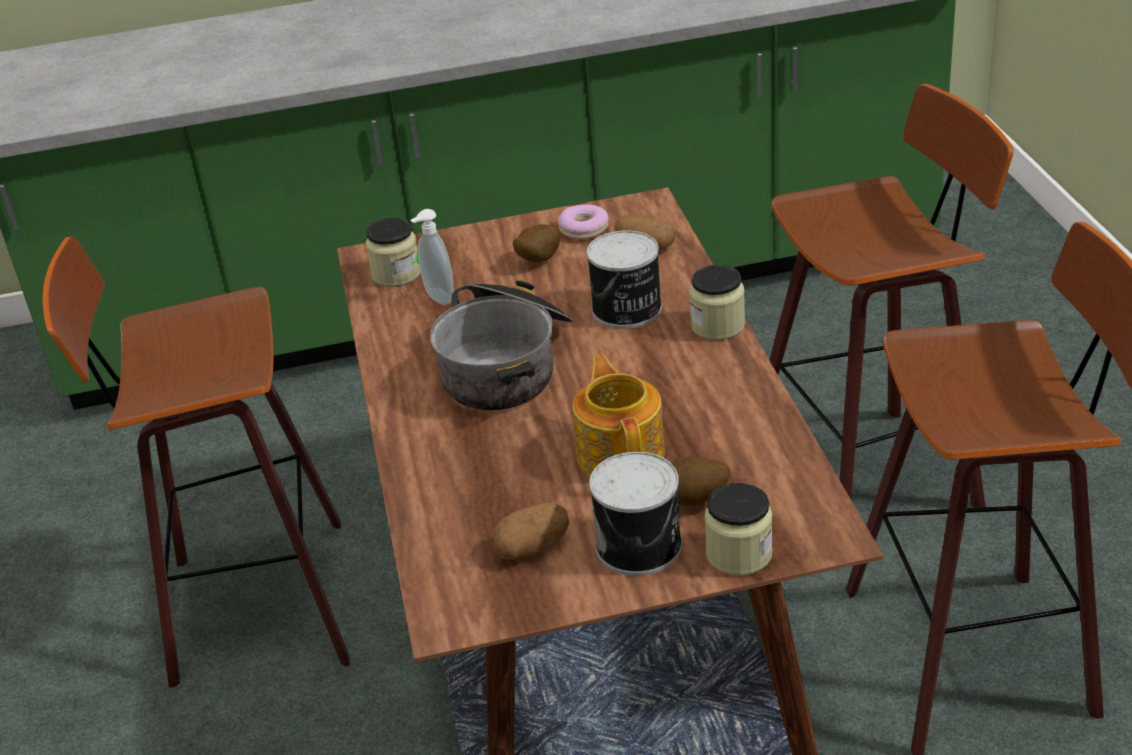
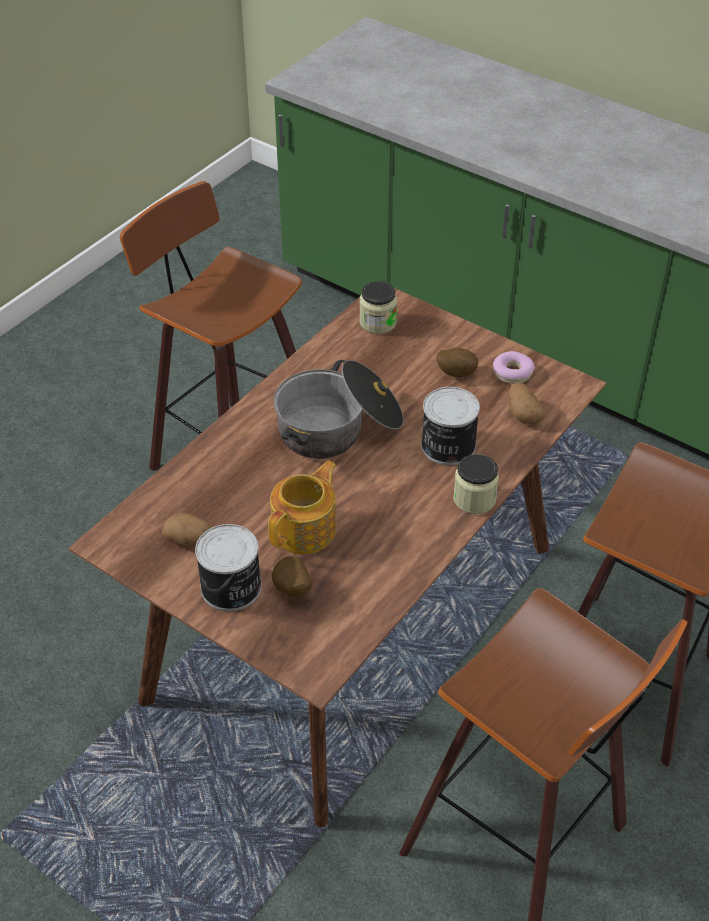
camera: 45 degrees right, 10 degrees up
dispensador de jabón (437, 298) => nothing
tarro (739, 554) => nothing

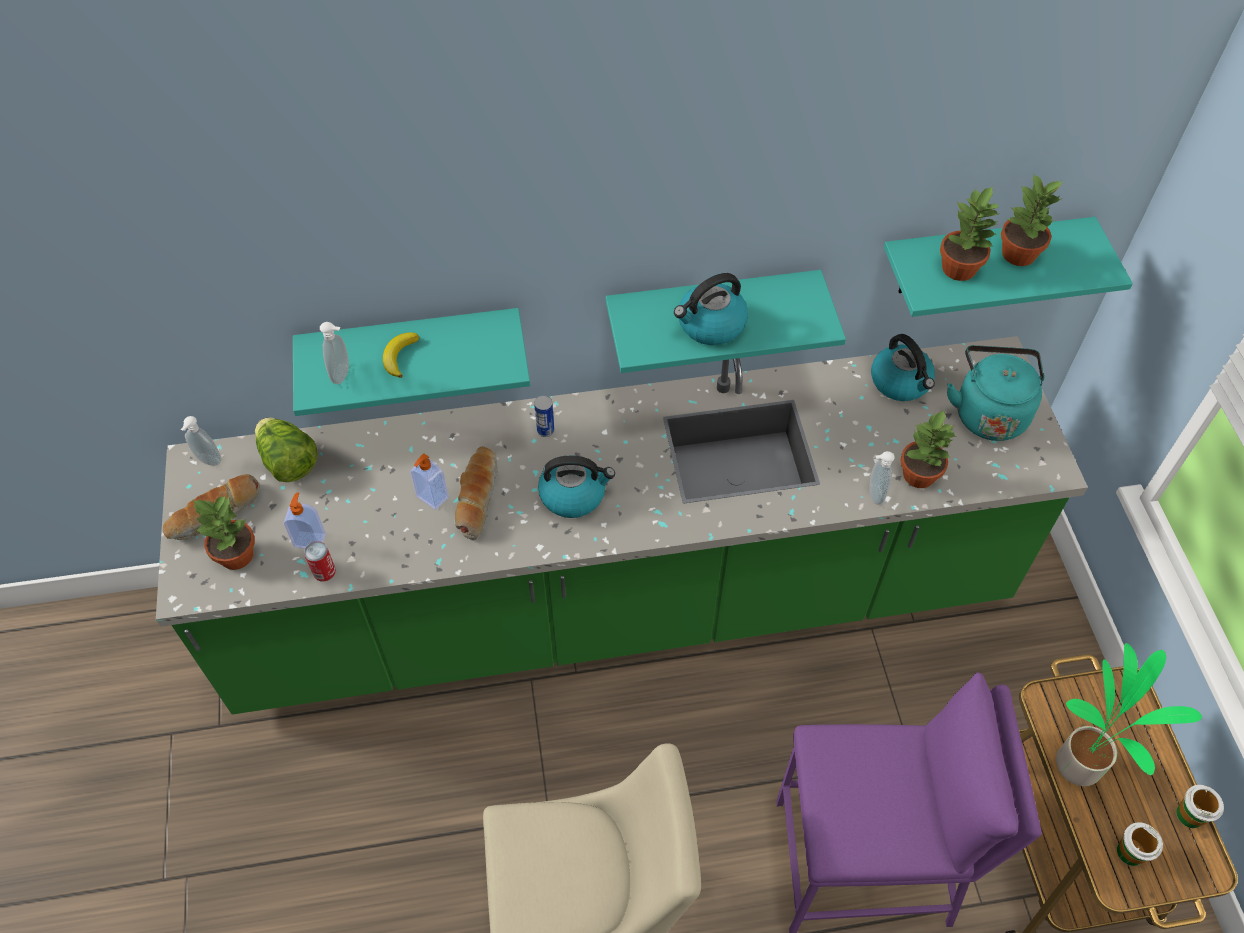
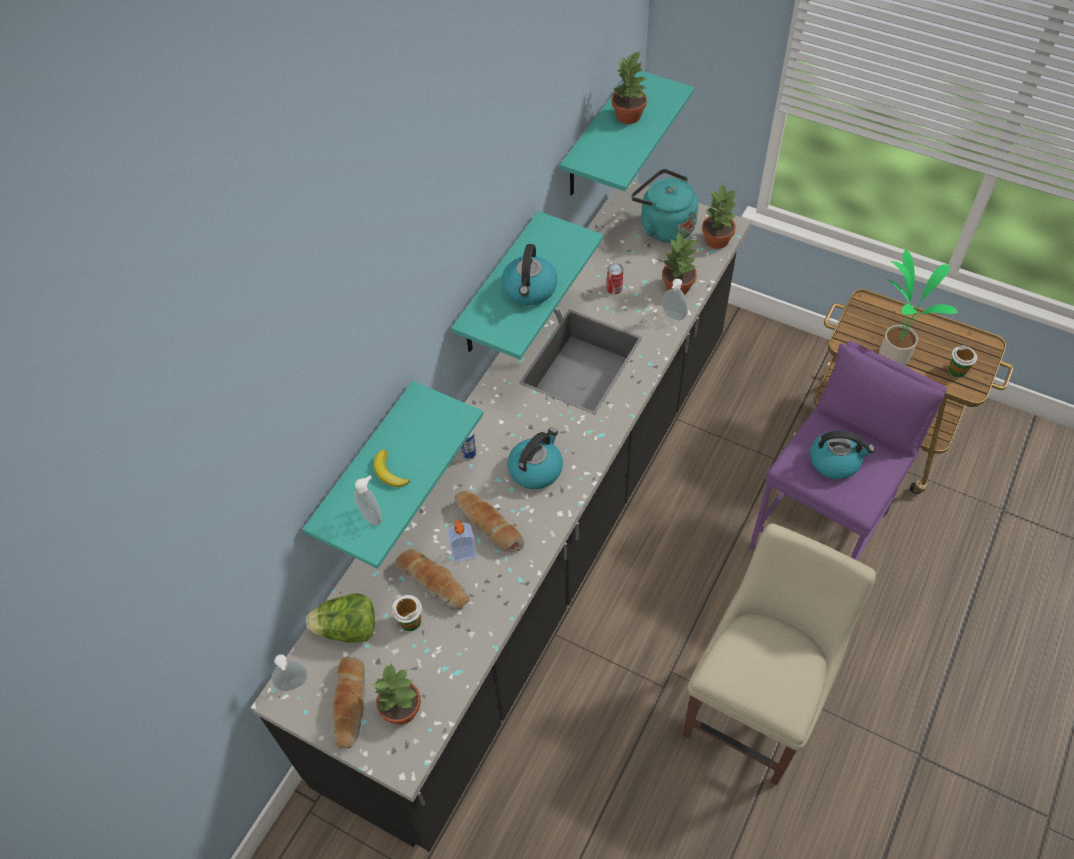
camera: 50 degrees left, 0 degrees up
planta en maceta (960, 268) => planta en maceta (717, 240), moved
hervidor (901, 382) => hervidor (835, 461), moved
mueble bajo de cocina [verde] (622, 601) => mueble bajo de cocina [negro] (542, 541)
dispensador de jabón (310, 539) => nothing
lata (324, 571) => lata (614, 288), moved
taza (1190, 815) => taza (410, 621), moved
nothing => pan (434, 583)

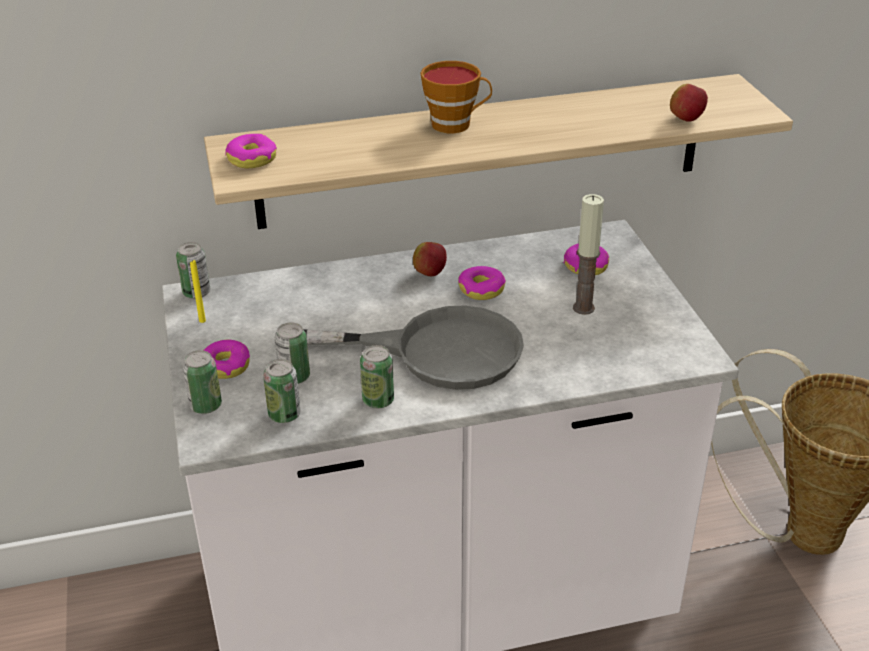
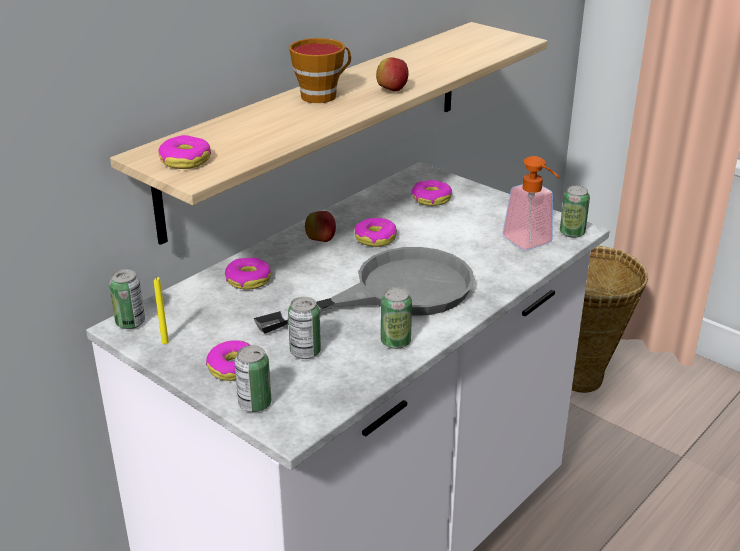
camera: 35 degrees left, 5 degrees down
manzana (686, 119) => manzana (392, 90), moved
vela (583, 308) => nothing
lata (284, 415) => lata (572, 233), moved
nothing => dispensador de jabón (532, 244)
nothing => rosquilla (248, 280)

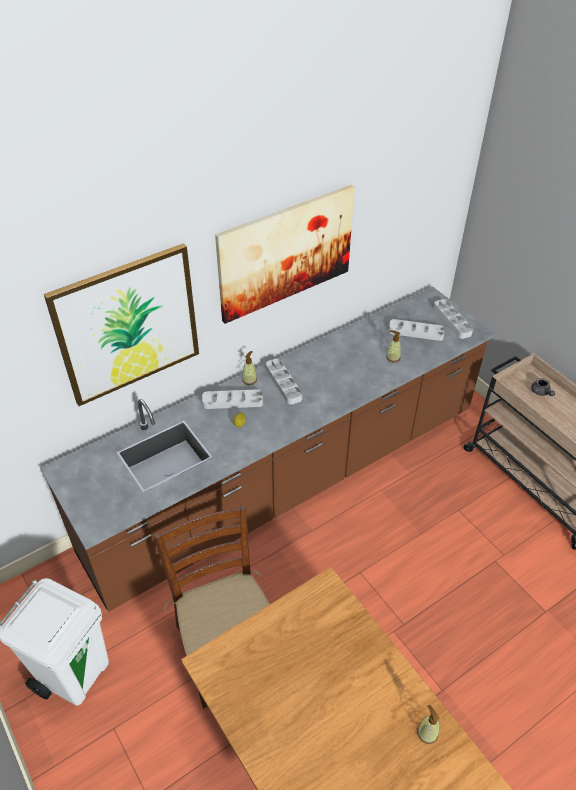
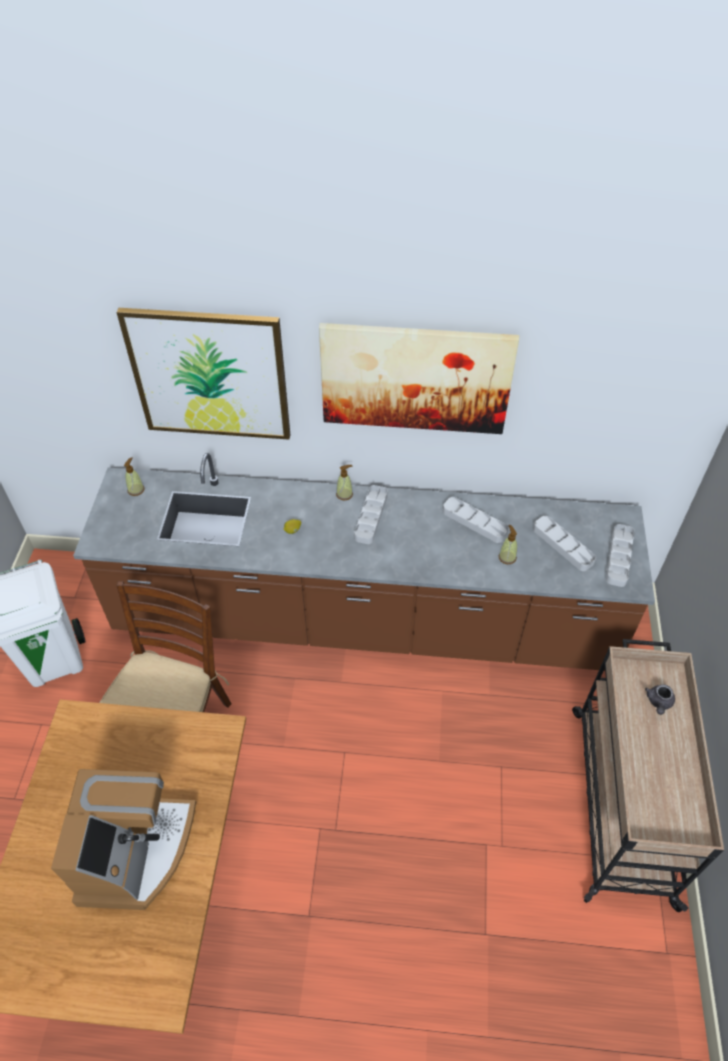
camera: 40 degrees right, 5 degrees up
bandeja [gris] (233, 401) => bandeja [gris] (474, 522), moved
dispensador de jabón (427, 733) => dispensador de jabón (136, 489), moved
nothing => cafetera (135, 851)

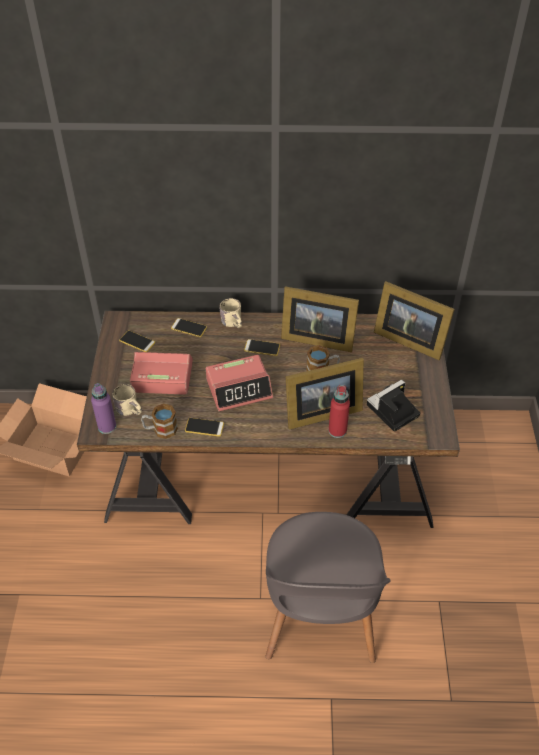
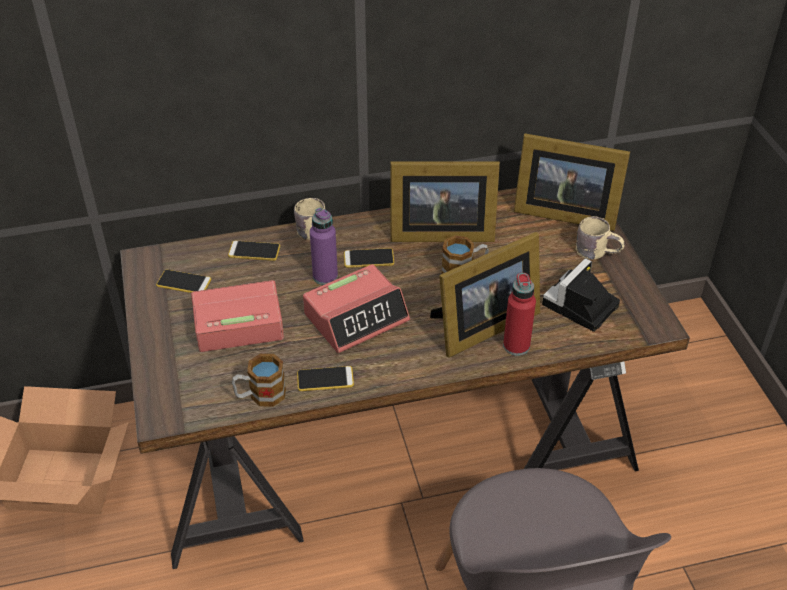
camera: 15 degrees left, 5 degrees down
botella [morado] (107, 426) => botella [morado] (325, 276), moved
taza grande [beis] (131, 409) => taza grande [beis] (597, 251), moved

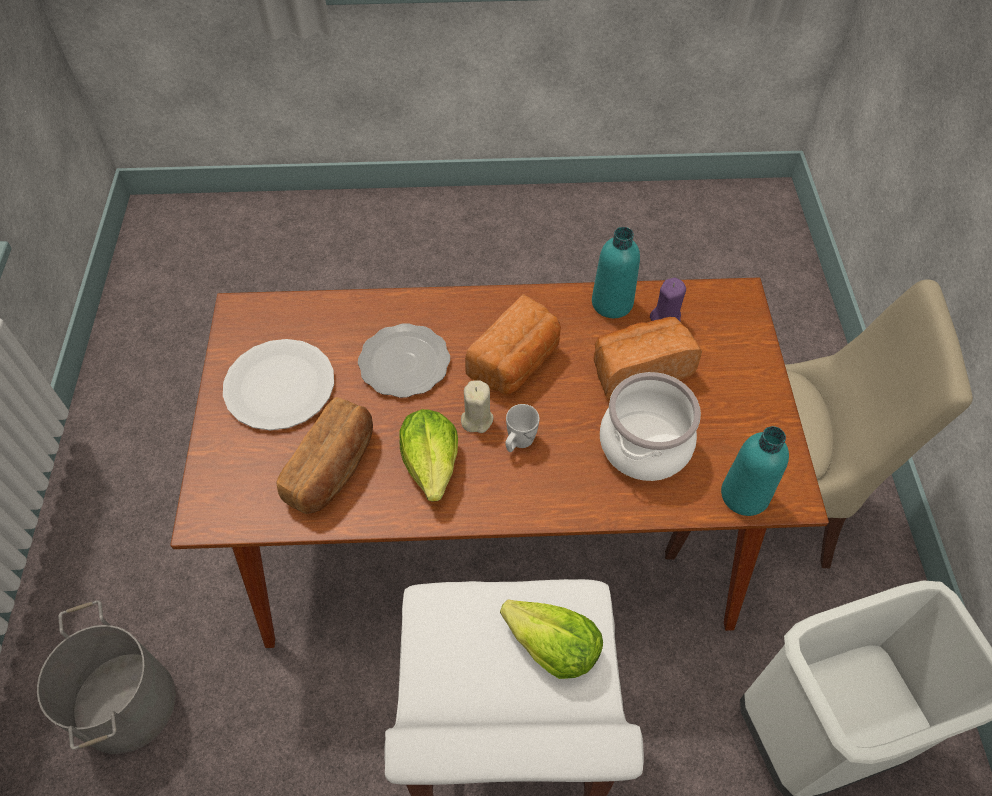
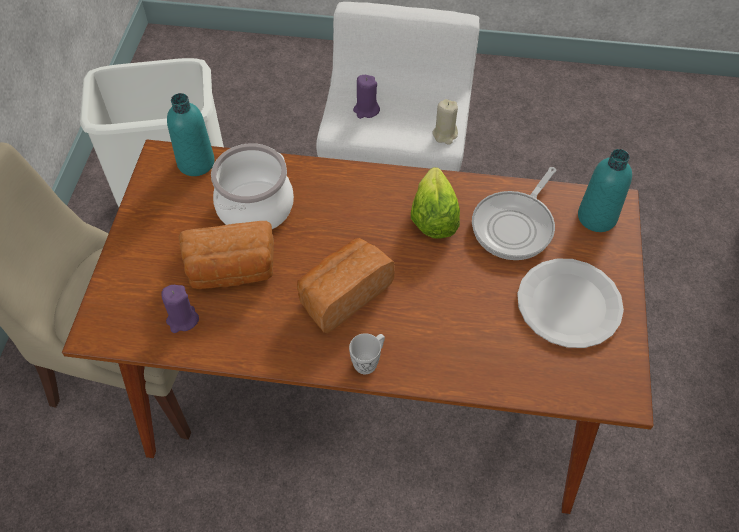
camera: 170 degrees left, 0 degrees up
botella [turquesa] (612, 303) => botella [turquesa] (597, 217), moved
plato (405, 363) => nothing
vela [beis] (476, 419) => vela [beis] (445, 134), moved
pan (333, 468) => sartén (515, 226)
taza grande [blanco] (518, 442) => taza grande [blanco] (369, 361), moved
lechuga (551, 647) => vela [morado] (366, 110)
cubo [gris] (128, 703) => nothing

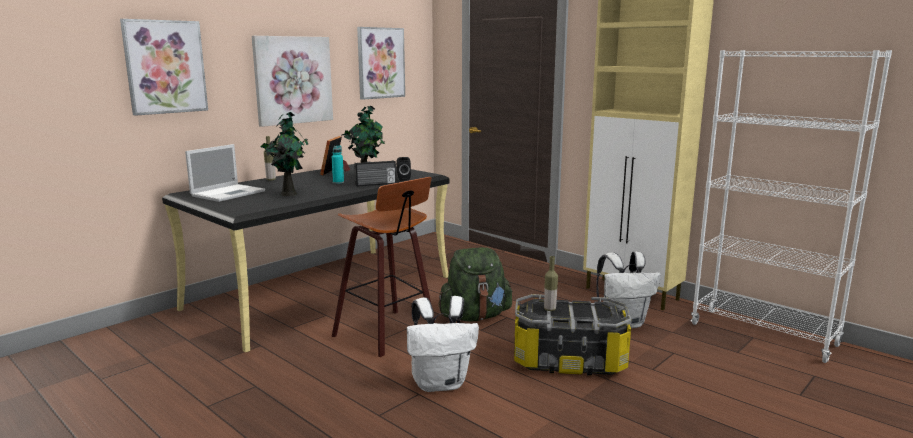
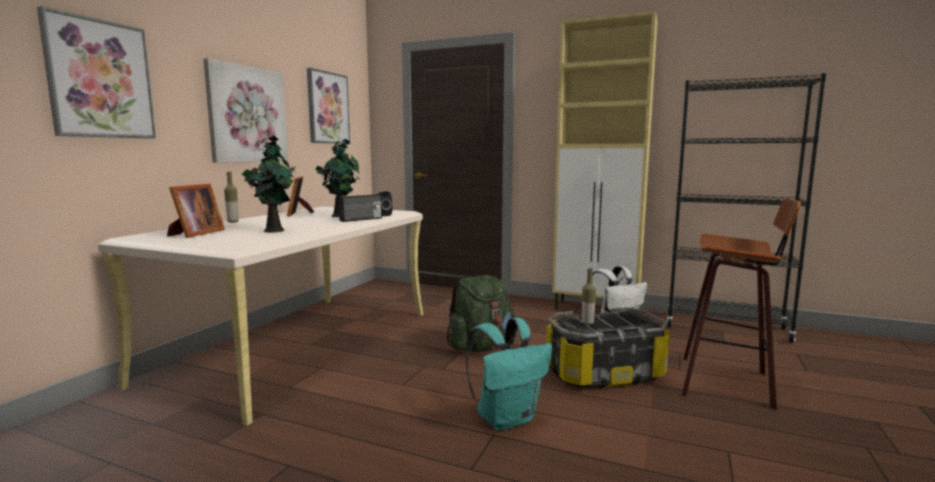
camera: 20 degrees left, 5 degrees down
estantería [blanco] (763, 335) => estantería [negro] (726, 328)
portátil (229, 193) => portarretratos (195, 234)
botella [turquesa] (338, 182) => nothing
escritorio [negro] (322, 292) => escritorio [beis] (300, 345)
taburete (389, 334) => taburete (728, 382), moved
mochila [blanco] (441, 383) => mochila [turquesa] (507, 418)

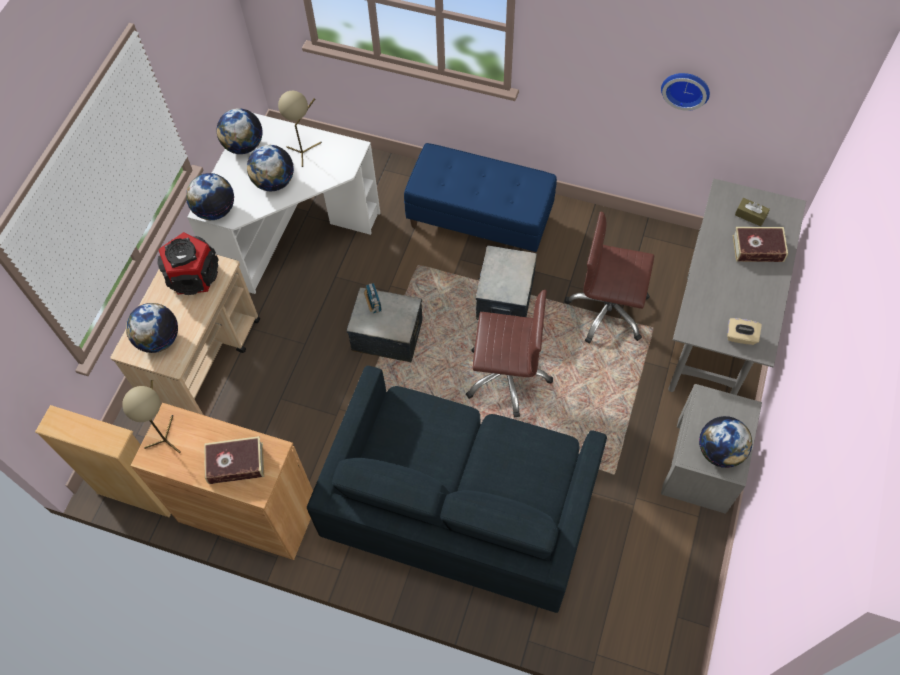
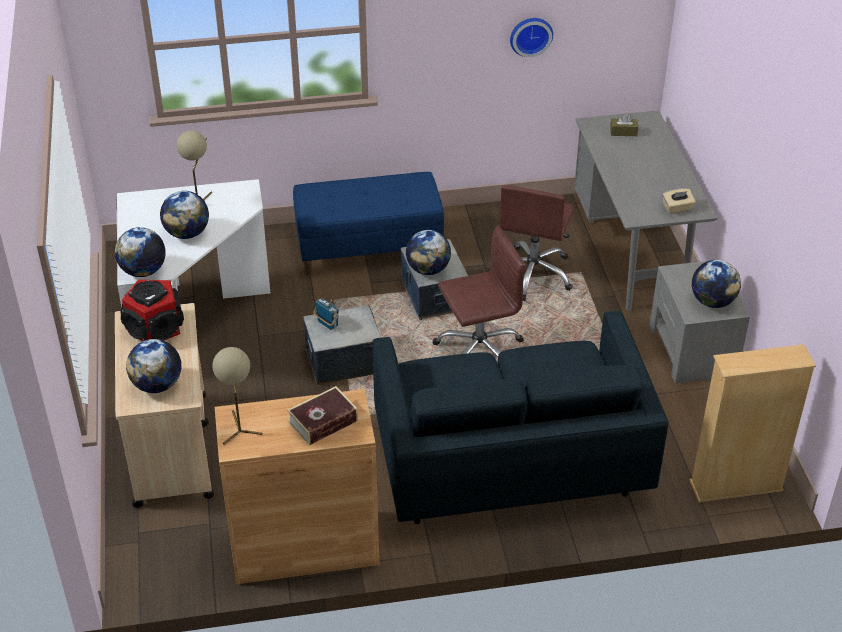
camera: 30 degrees left, 20 degrees down
globo terráqueo (243, 146) => globo terráqueo (428, 270), moved
silla de oficina [marrón] (607, 310) => silla de oficina [marrón] (533, 274), 60 degrees counterclockwise
libro (758, 248) => nothing
estantería [beis] (138, 493) => estantería [beis] (736, 486), moved

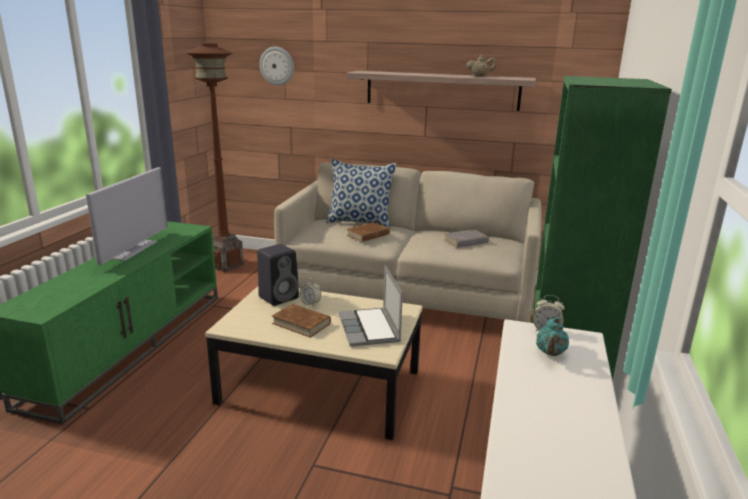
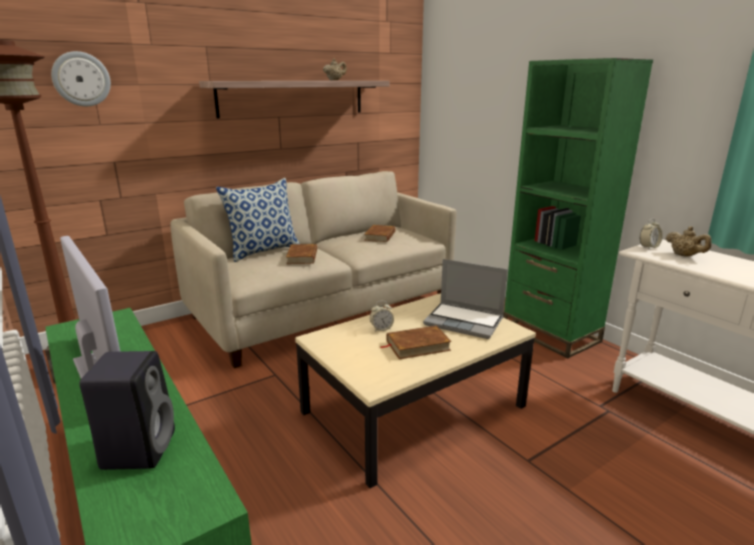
camera: 50 degrees left, 0 degrees up
libro [gris] (466, 241) => libro [marrón] (380, 236)
altavoz [negro] (279, 297) => altavoz [negro] (139, 448), moved
tetera [turquesa] (550, 353) => tetera [beis] (684, 255)

